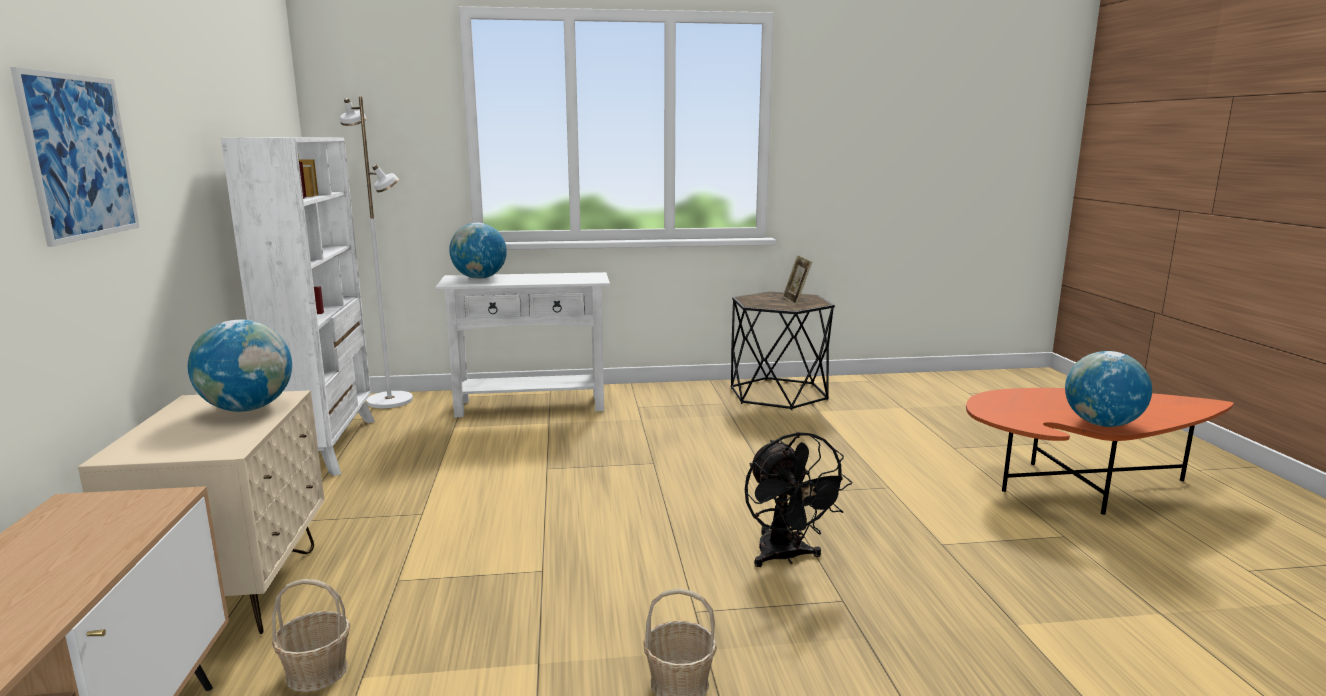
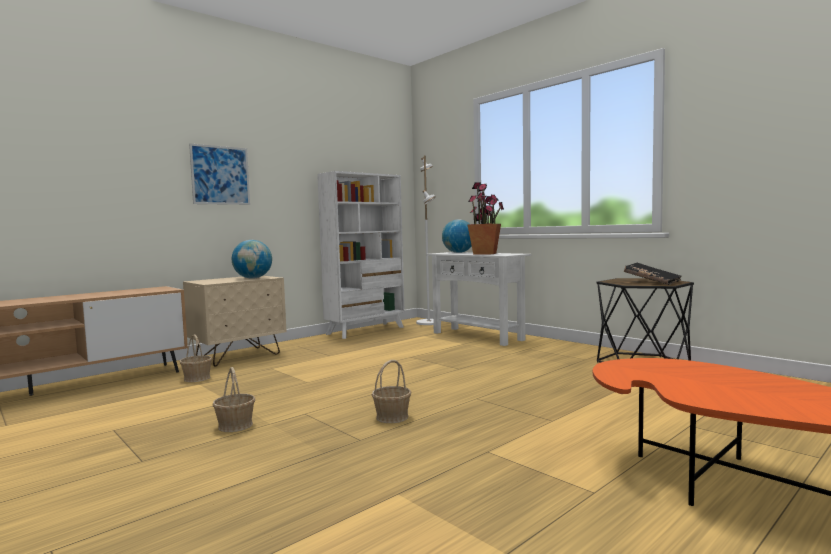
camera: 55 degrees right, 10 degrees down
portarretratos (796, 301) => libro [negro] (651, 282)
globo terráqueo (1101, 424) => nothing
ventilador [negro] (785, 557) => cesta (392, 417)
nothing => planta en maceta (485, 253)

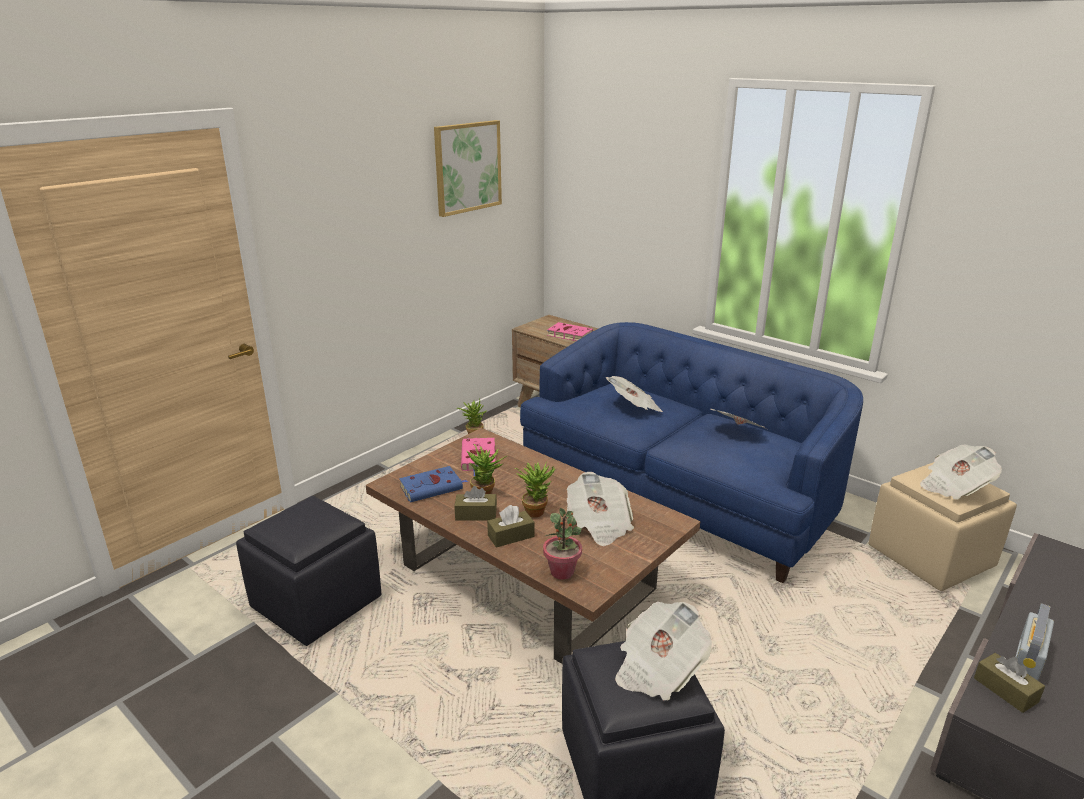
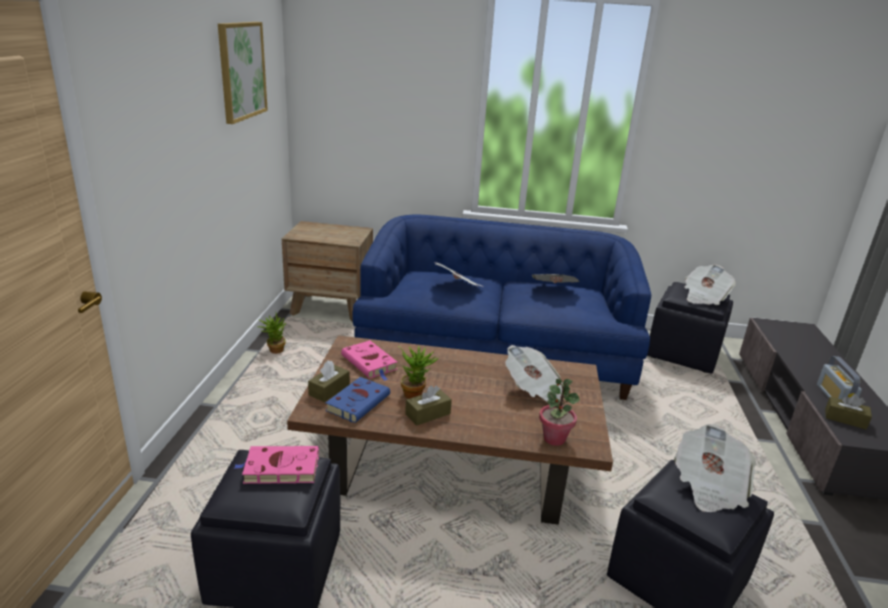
camera: 35 degrees left, 0 degrees up
libro [rosa] (568, 335) => libro [rosa] (279, 469), moved
planta en maceta (536, 510) => nothing
puf [beis] (930, 556) => puf [negro] (682, 353)
caja de pañuelos [marrón] (511, 536) => caja de pañuelos [marrón] (329, 390), moved

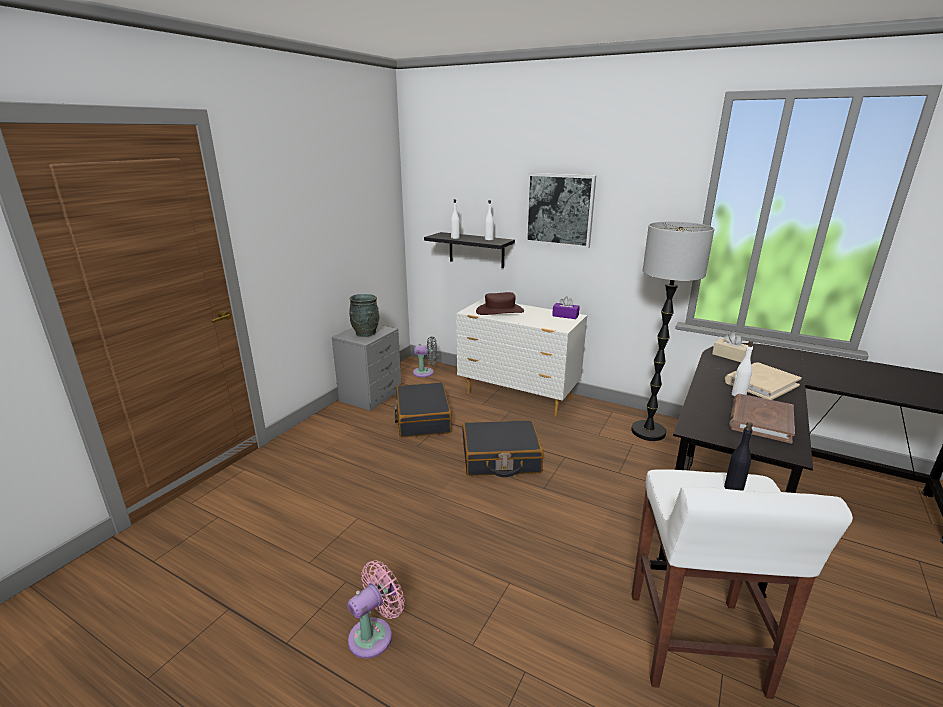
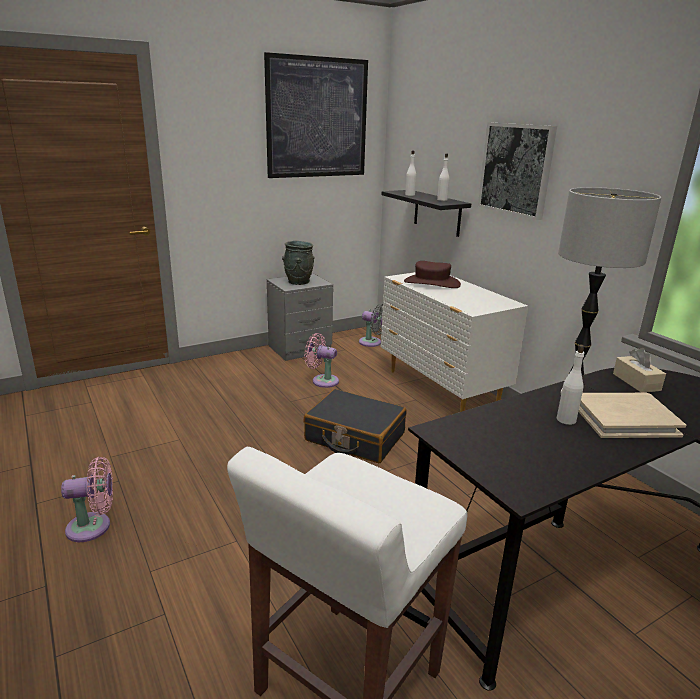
camera: 30 degrees right, 0 degrees up
caja de pañuelos [morado] (565, 315) => nothing
maleta [negro] (422, 419) => ventilador [rosa] (322, 380)
libro [marrón] (760, 421) => nothing
botella [negro] (733, 488) => nothing
nothing => cuadro (317, 118)

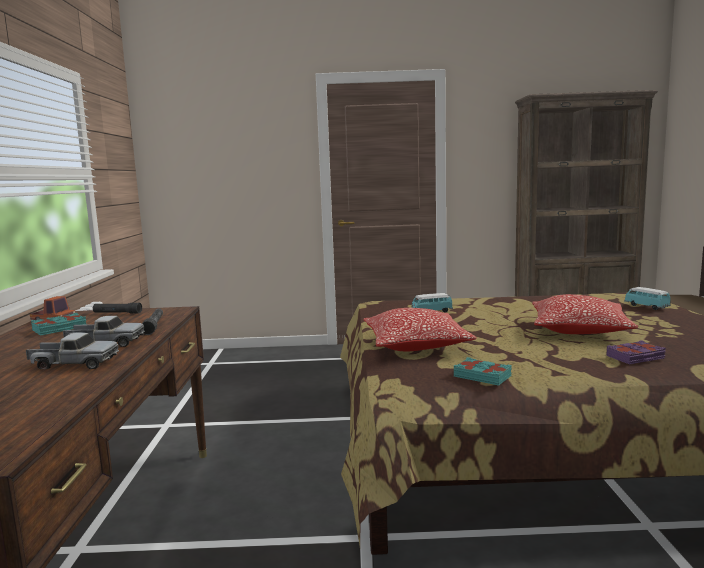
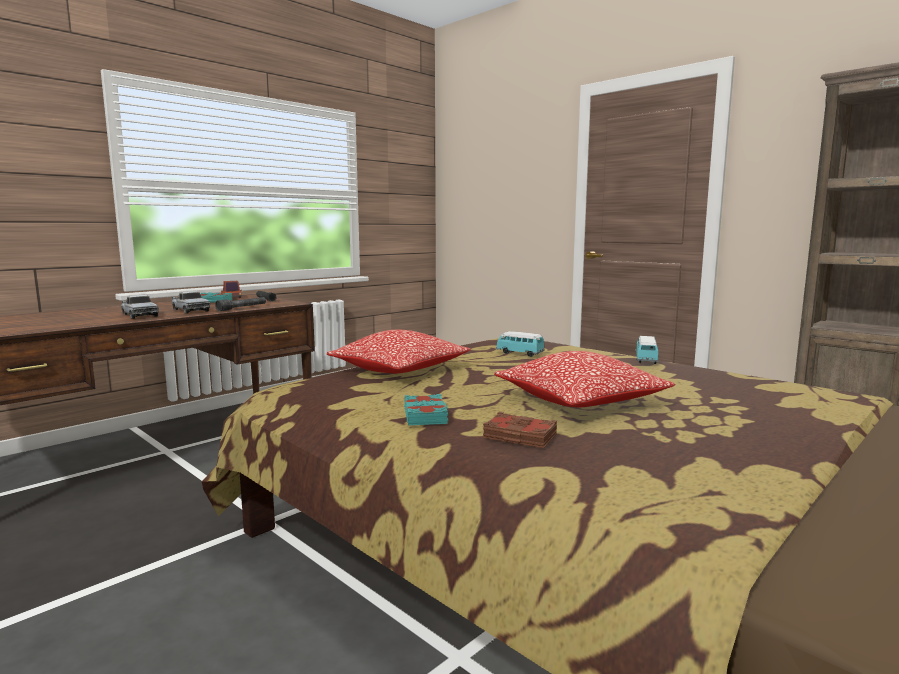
camera: 45 degrees right, 0 degrees up
coche de juguete (646, 307) => coche de juguete (646, 360), moved
libro [morado] (635, 357) => libro [marrón] (519, 437)
libro [turquesa] (482, 376) => libro [turquesa] (426, 415), moved

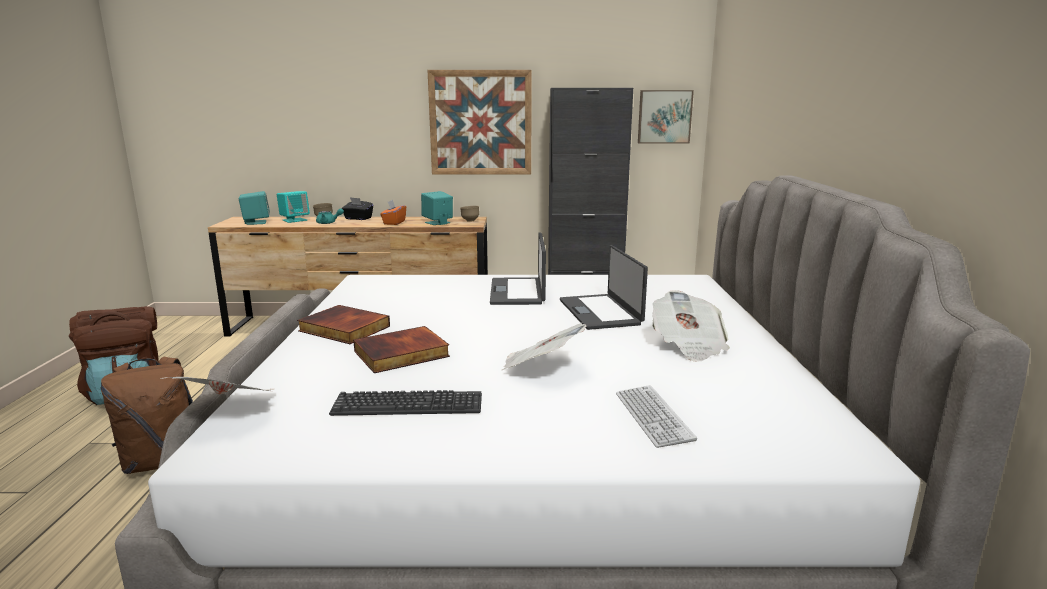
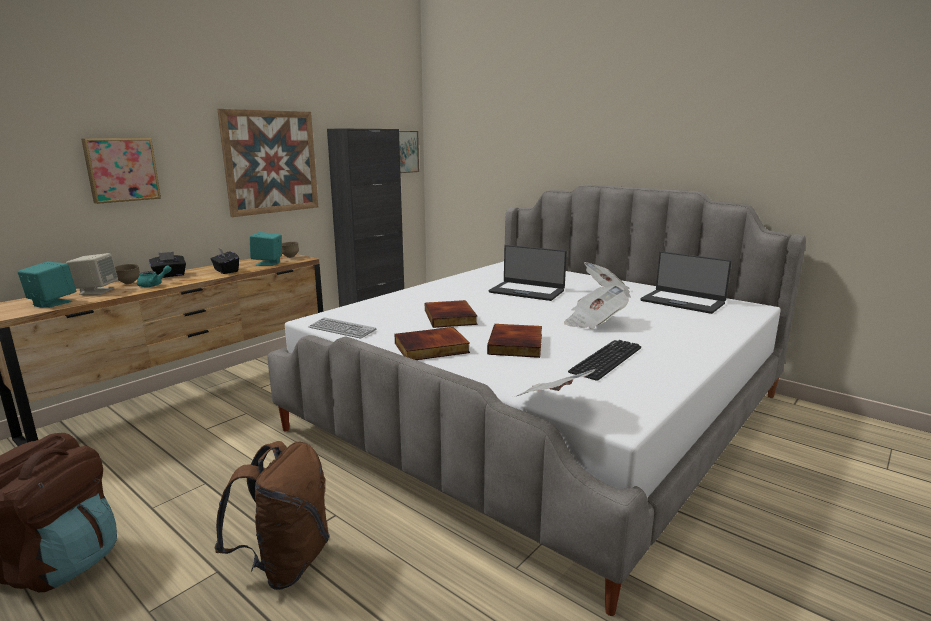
camera: 50 degrees left, 0 degrees up
altavoz [turquesa] (294, 220) => altavoz [beis] (96, 291)
caja de pañuelos [naranja] (394, 222) => caja de pañuelos [negro] (226, 271)
portátil (518, 292) => portátil (682, 302), moved
teclado (653, 417) => teclado (342, 329), moved
nothing => cuadro (121, 169)
nothing => libro (451, 317)

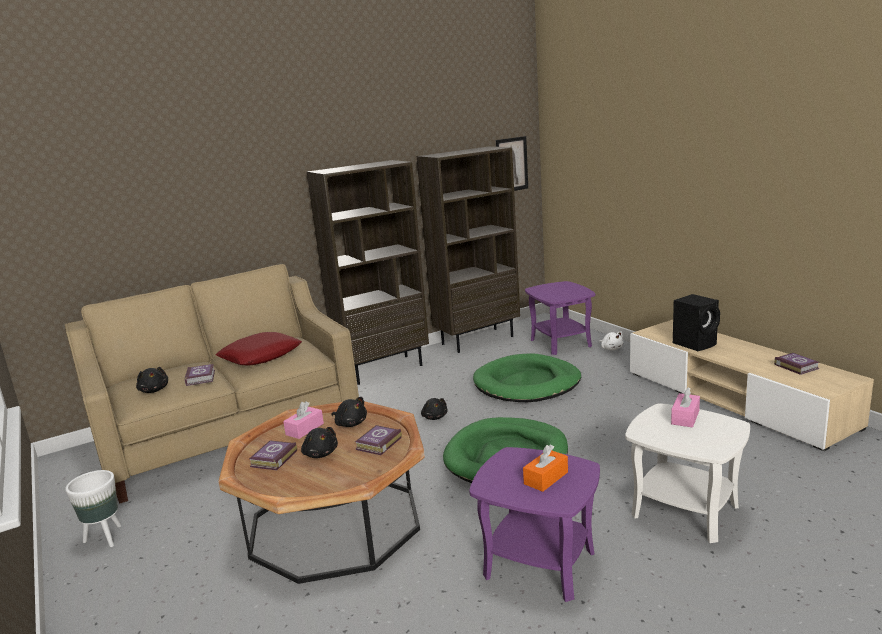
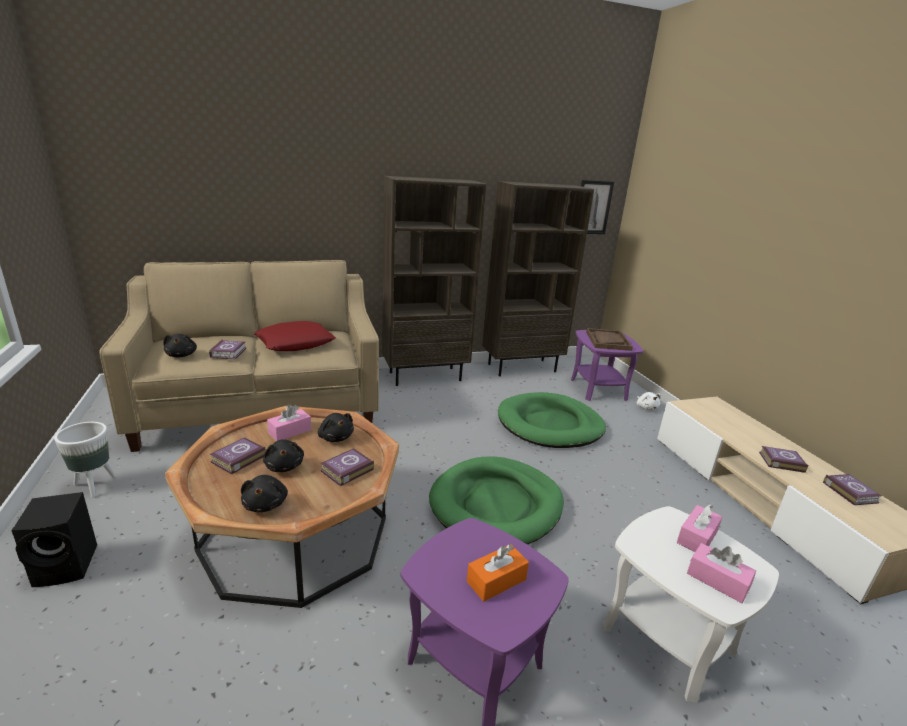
camera: 10 degrees right, 5 degrees up
altavoz [negro] (695, 343) => altavoz [negro] (68, 565), moved
peluche [negro] (434, 417) => peluche [negro] (266, 504), moved
nothing => bandeja [marrón] (607, 341)
nothing => libro (780, 461)
nothing => caja de pañuelos [rosa] (717, 580)

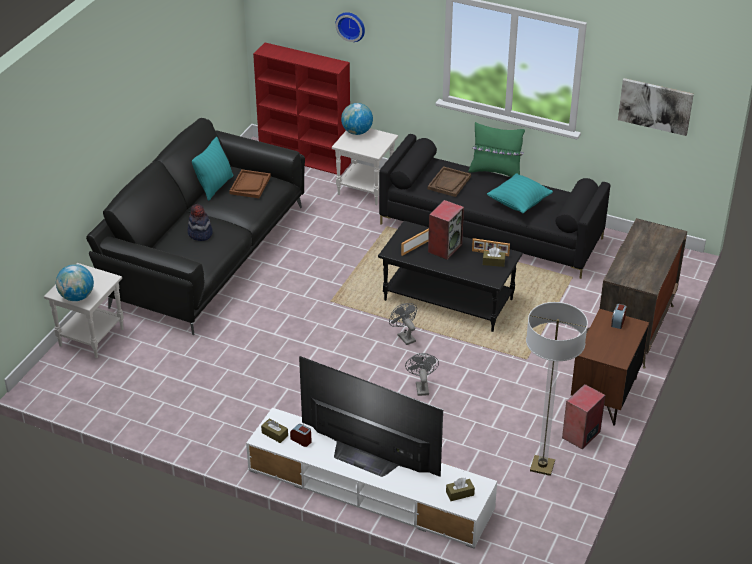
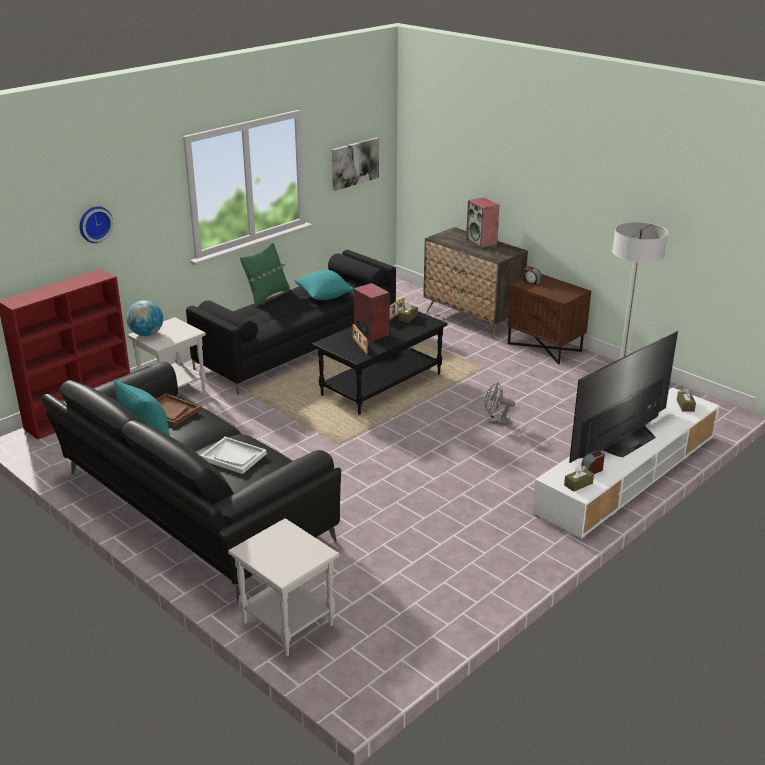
camera: 70 degrees left, 10 degrees down
bandeja [marrón] (449, 183) => nothing
sombrero (200, 233) => bandeja [blanco] (234, 457)
globo terráqueo (77, 297) => nothing
ventilador [gris] (404, 336) => nothing
altavoz (581, 435) => altavoz (482, 242), moved

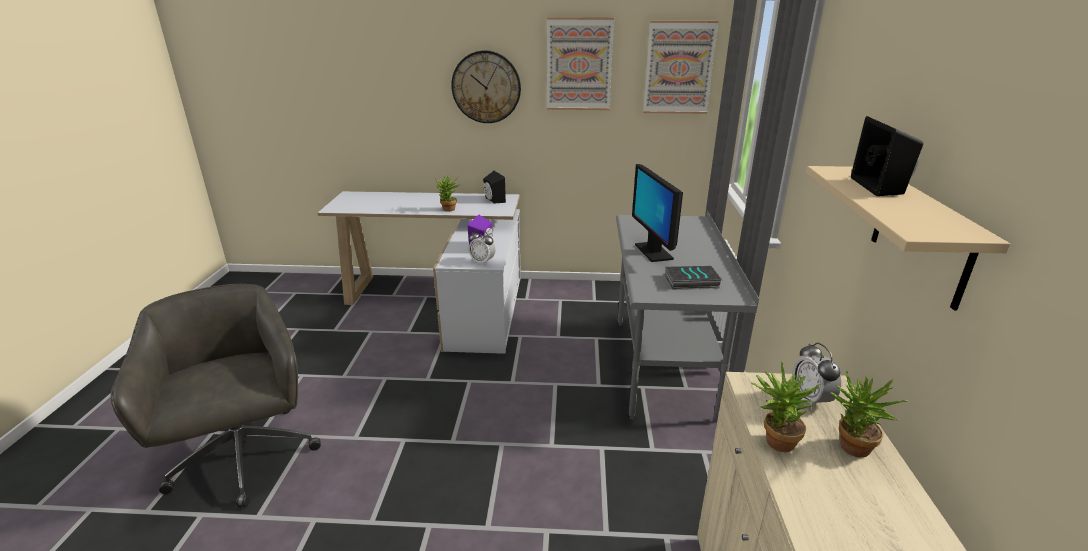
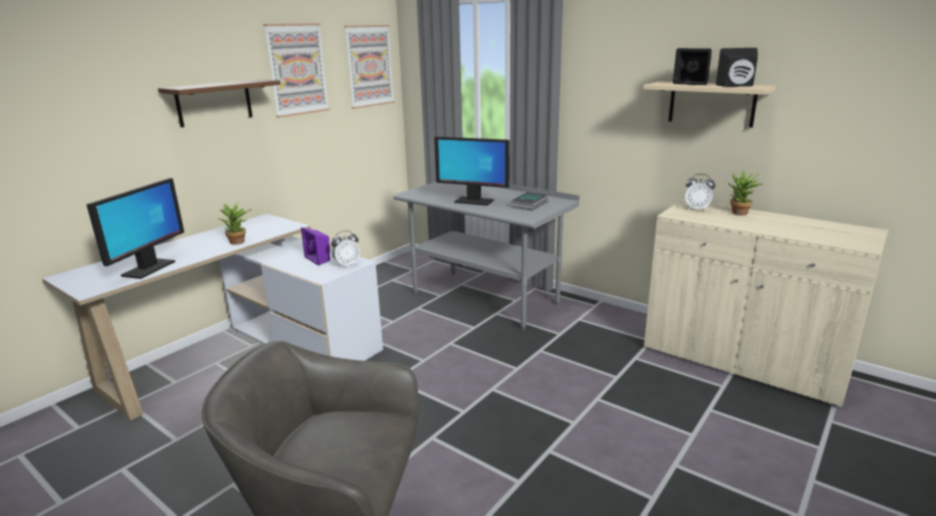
camera: 55 degrees left, 5 degrees down
reloj de pared (486, 87) => estante [marrón] (214, 102)
altavoz [negro] (493, 200) => altavoz [negro] (737, 86), moved
planta en maceta (774, 441) => nothing
nothing => monitor (148, 269)

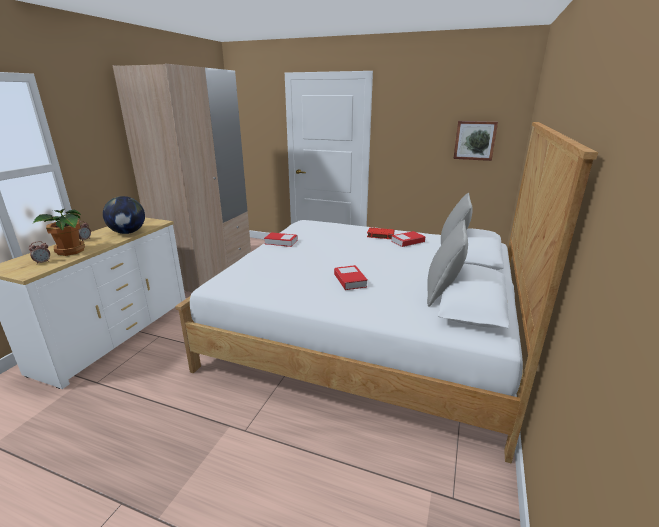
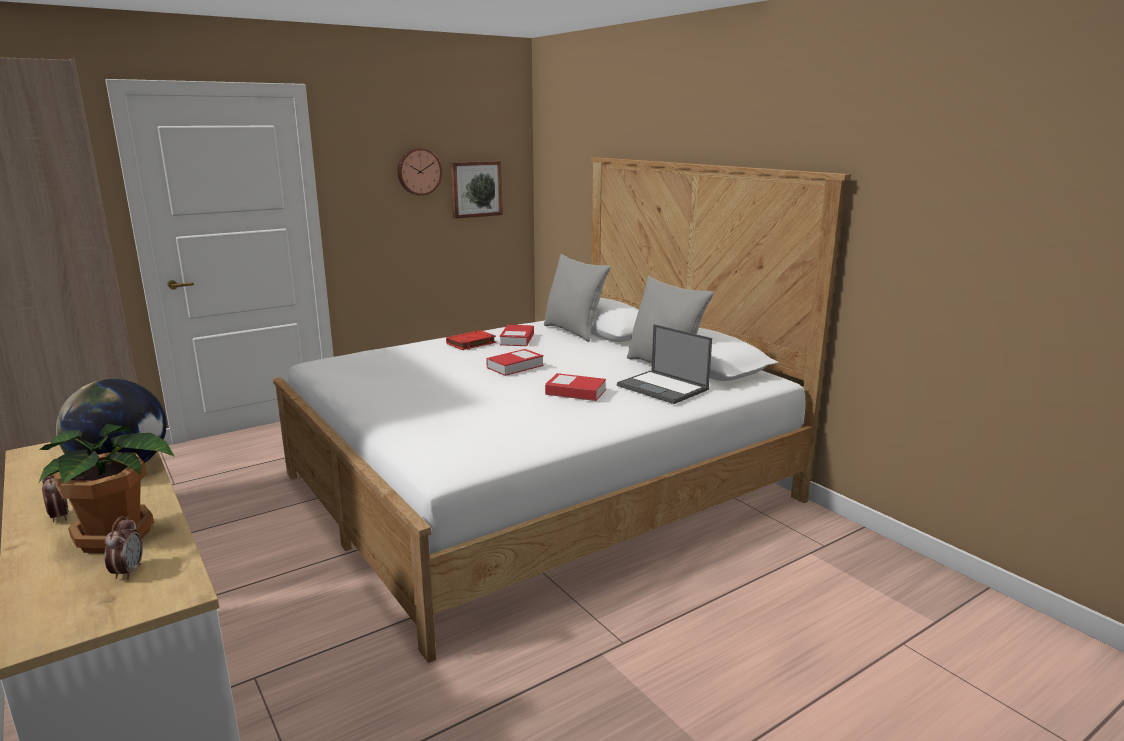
camera: 55 degrees left, 5 degrees down
libro (281, 242) => libro (515, 366), moved
nothing => reloj de pared (419, 171)
nothing => portátil (663, 388)

